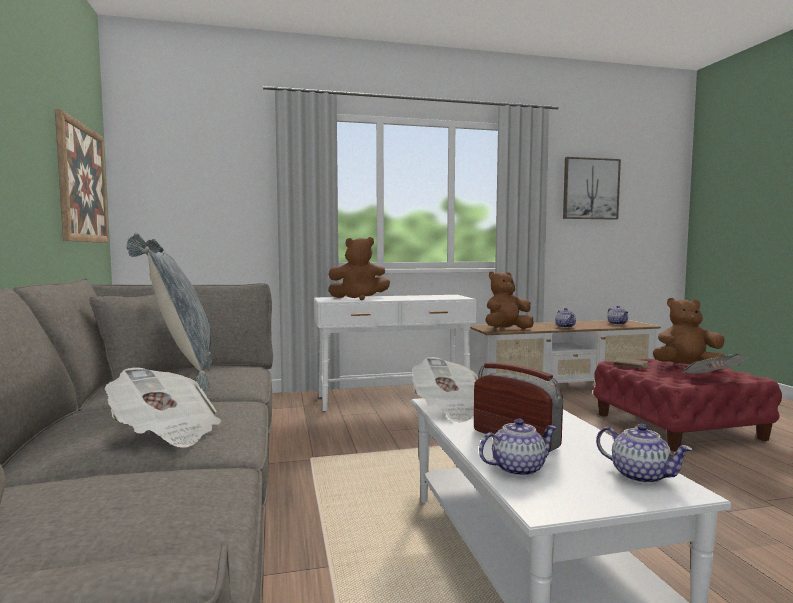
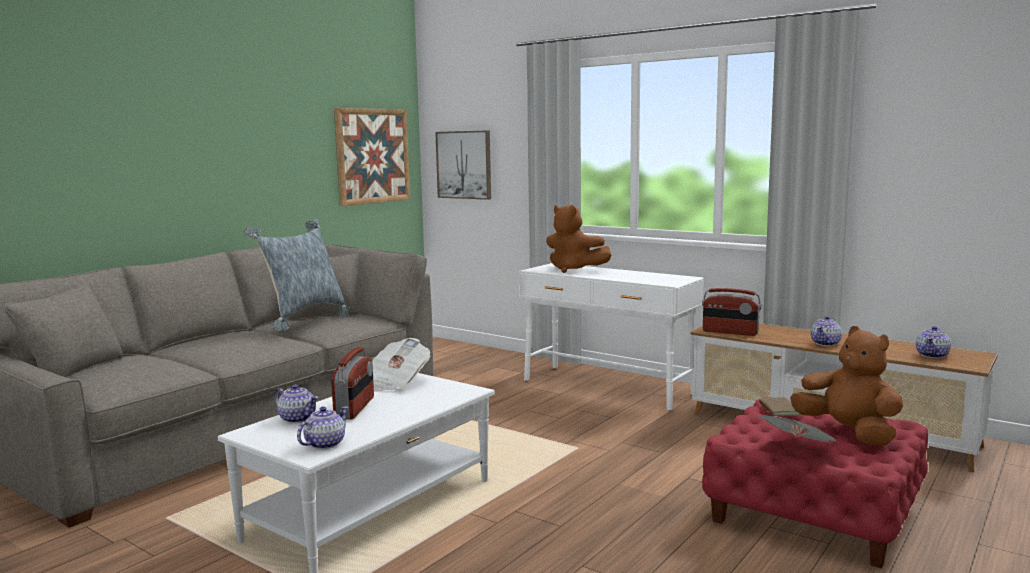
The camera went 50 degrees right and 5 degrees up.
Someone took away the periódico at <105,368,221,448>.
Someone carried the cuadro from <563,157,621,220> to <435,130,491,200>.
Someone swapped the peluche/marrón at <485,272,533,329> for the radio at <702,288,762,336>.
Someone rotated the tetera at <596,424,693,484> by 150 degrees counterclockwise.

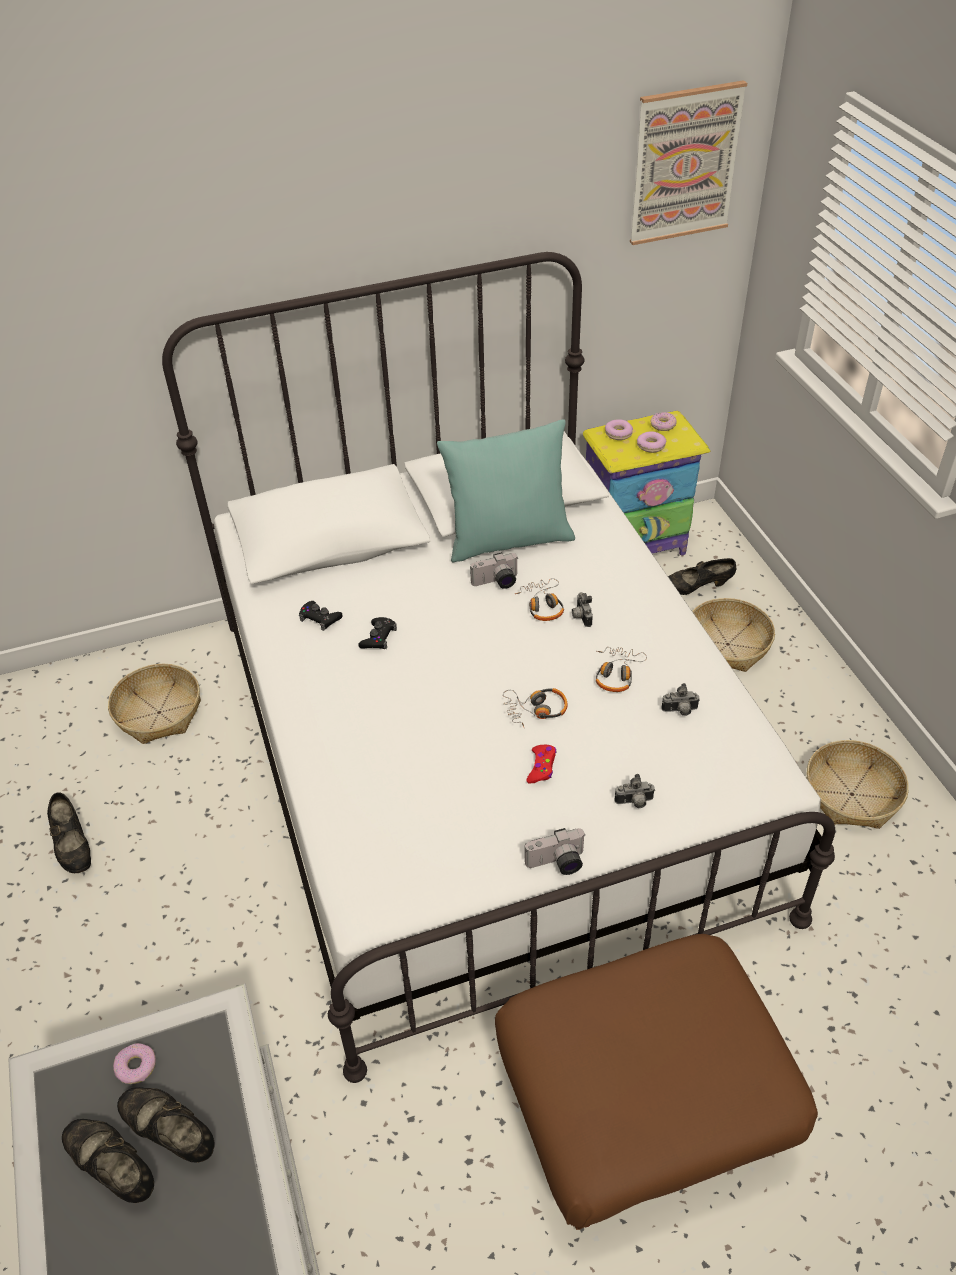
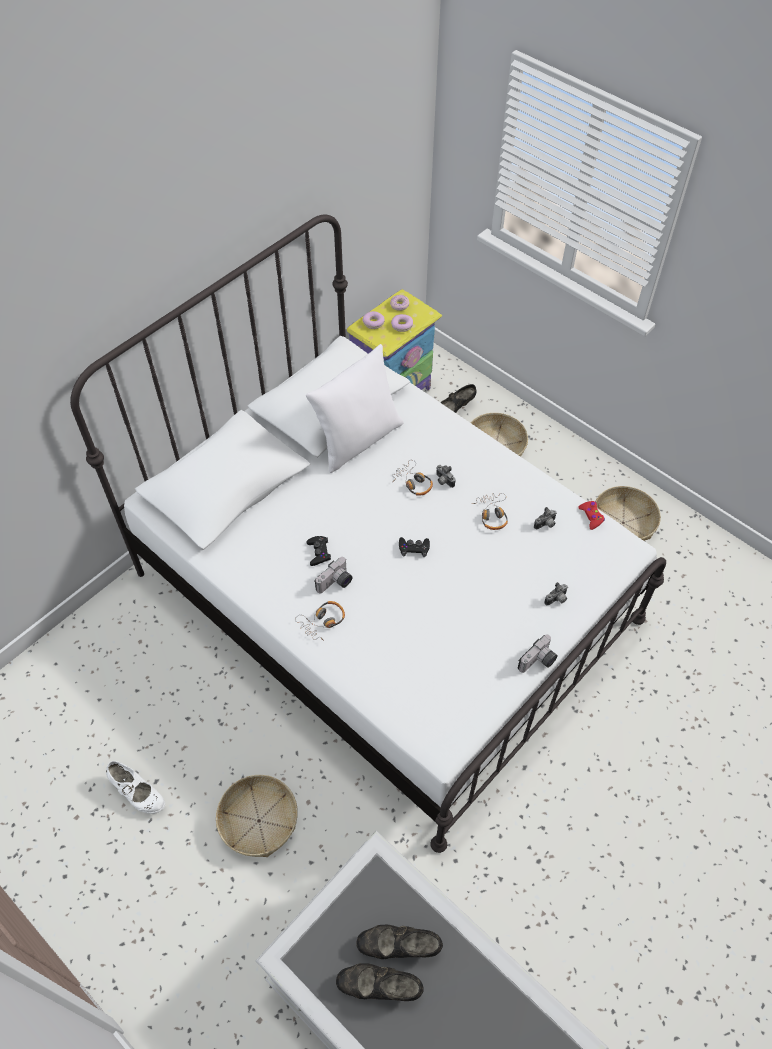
The camera went 30 degrees left and 10 degrees up.
Someone took away the rosquilla at <113,1043,156,1084>.
Someone took away the puf/marrón at <495,934,818,1230>.
Someone took away the cuadro at <630,80,747,245>.
Someone carried the cesta from <108,664,201,744> to <216,775,298,857>.
Someone carried the mando de consola/negro from <299,601,342,631> to <399,537,430,557>.
Someone carried the cámara from <470,552,518,589> to <314,557,353,593>.
Someone carried the auriculares from <503,688,568,727> to <295,601,345,641>.
Someone carried the mando de consola/rojo from <527,745,557,784> to <578,501,605,530>.
Someone repainted the zapato/negro at <47,792,91,873>, which became the zapato/blanco at <106,761,165,814>.
Someone repainted the cojín/turquesa at <437,419,575,562>, which became the cojín/blanco at <306,344,404,473>.

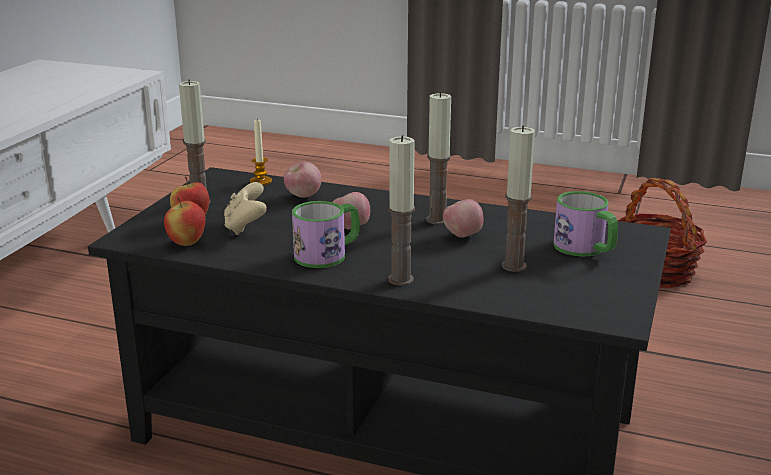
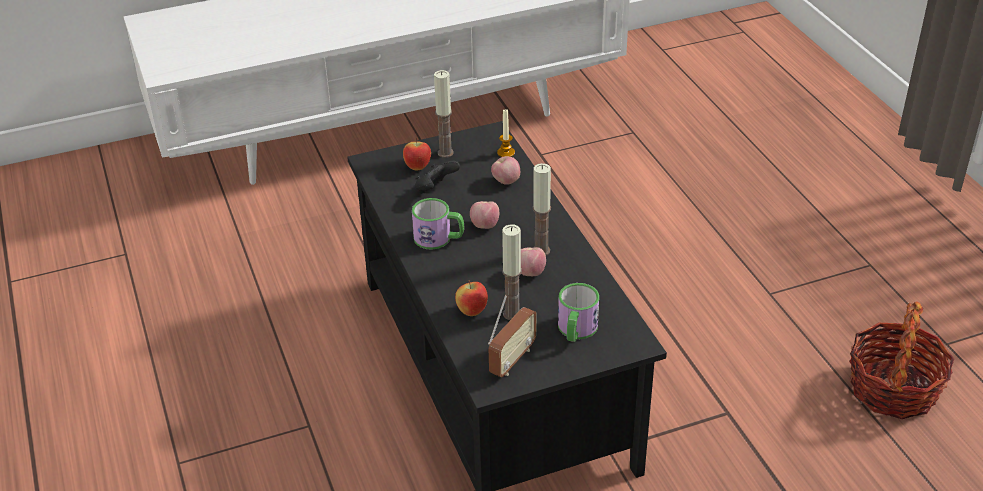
The camera went 50 degrees right and 15 degrees up.
Someone took away the vela at <388,135,415,286>.
Someone put down the radio at <488,295,536,377>.
Someone carried the manzana from <164,197,205,246> to <455,280,488,316>.
Someone repainted the mando de consola/beis at <224,182,267,235>, which became the mando de consola/negro at <415,161,460,194>.

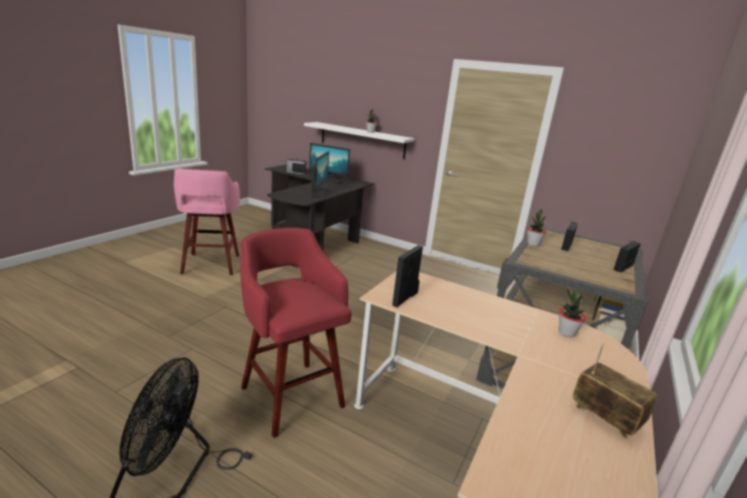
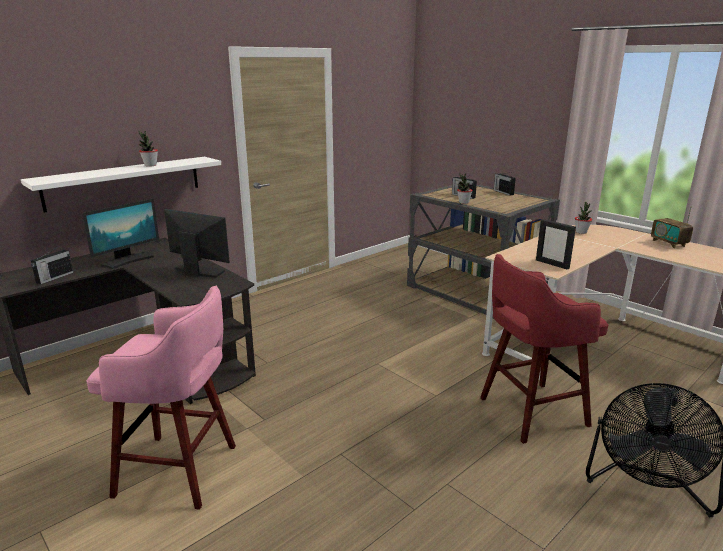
The camera went 70 degrees left and 0 degrees up.
Someone rotated the radio at <573,343,657,439> by 90 degrees counterclockwise.

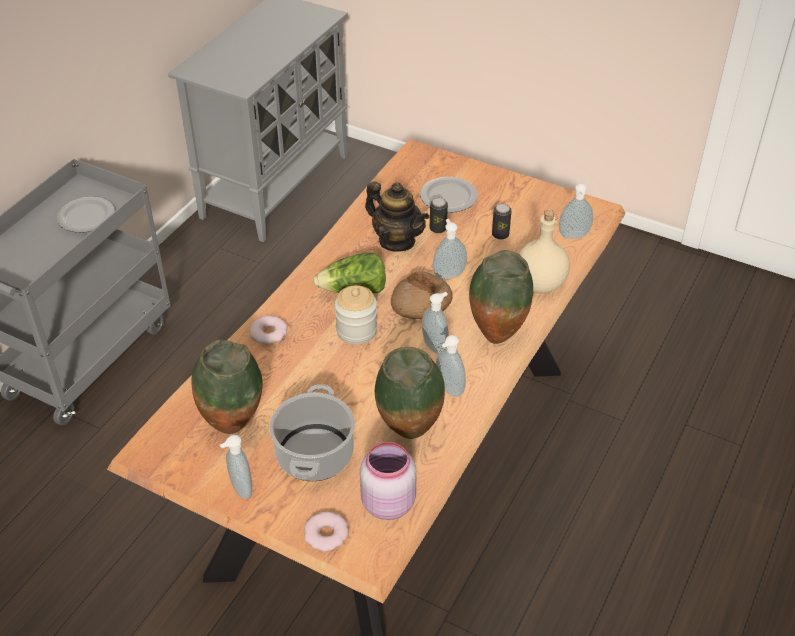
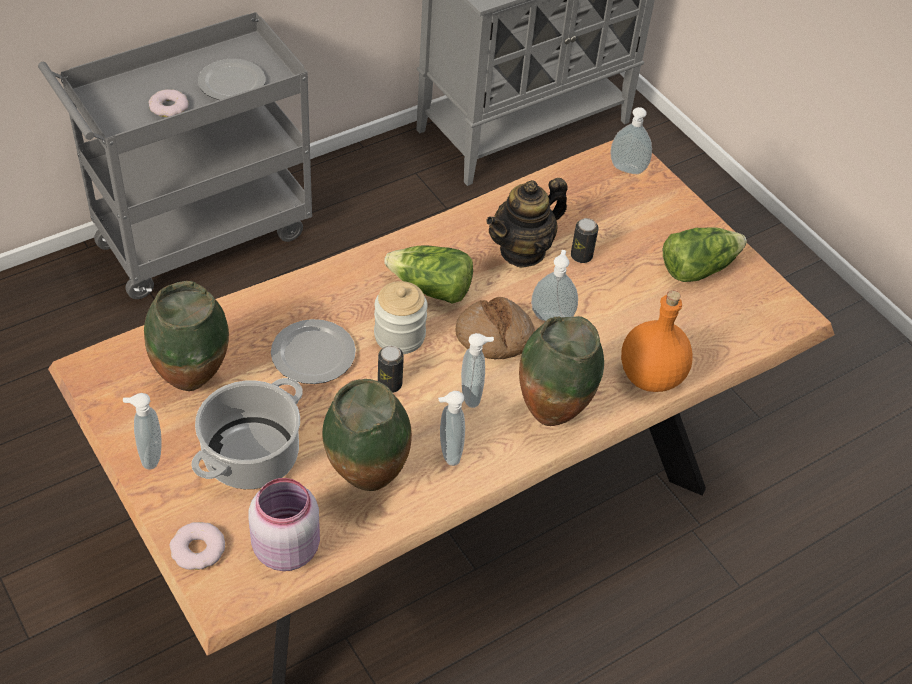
The camera went 25 degrees right and 5 degrees up.
Someone put down the lechuga at <663,227,747,282>.
Someone carried the rosquilla from <250,316,288,344> to <149,89,188,117>.
Someone carried the plato from <420,177,478,213> to <271,319,356,384>.
Someone carried the lata from <492,203,512,240> to <378,346,404,393>.
Someone carried the dispensador de jabón from <559,184,593,239> to <610,107,652,174>.
Someone repainted the botella/beis at <519,210,570,294>, which became the botella/naranja at <621,290,693,392>.
Someone rotated the tetera at <365,182,429,252> by 75 degrees clockwise.

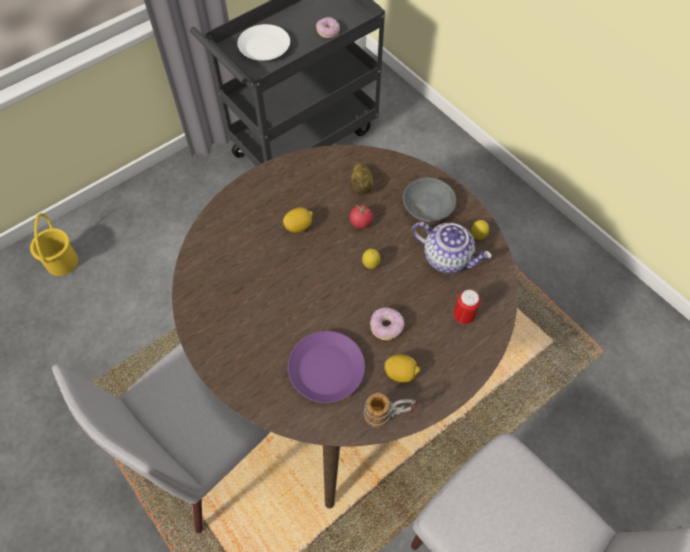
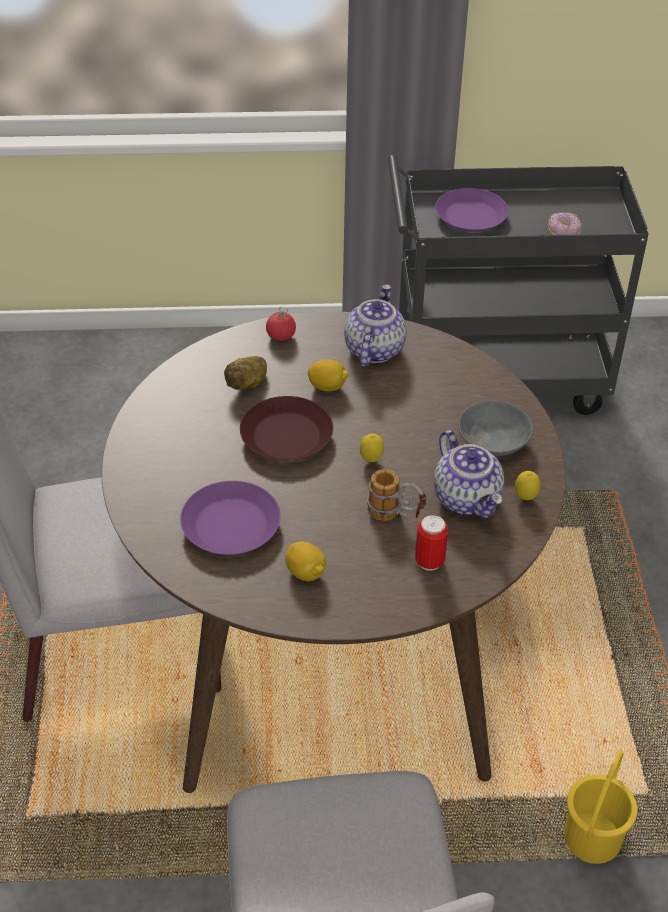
The camera went 35 degrees right and 15 degrees down.
Someone took away the rosquilla at <370,307,405,340>.
Someone put down the plato/marrón at <240,396,333,461>.
Someone put down the tetera at <344,284,406,367>.
Someone carried the cubo/amarillo from <30,213,78,276> to <564,751,637,864>.
Someone carried the tomate from <349,205,373,229> to <266,307,296,341>.
Someone carried the patata from <351,163,373,194> to <224,356,267,390>.
Someone carried the taza grande from <364,393,418,428> to <367,469,426,521>.
Someone repainted the plato/blanco at <238,24,290,61>, which became the plato/morado at <435,188,508,232>.

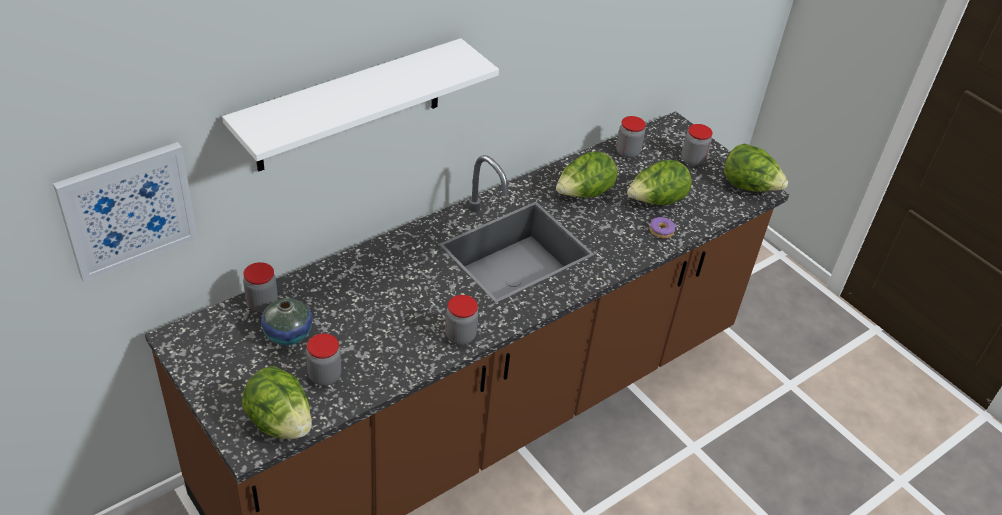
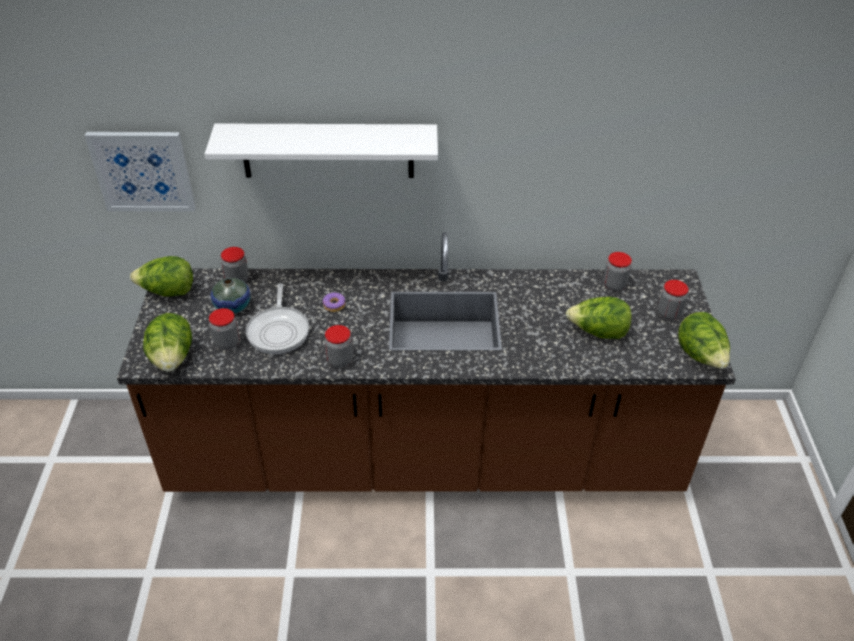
The camera went 40 degrees right and 0 degrees up.
Someone put down the sartén at <246,283,309,354>.
Someone carried the lechuga from <556,151,617,198> to <130,256,193,297>.
Someone carried the rosquilla from <650,217,675,239> to <323,292,346,312>.

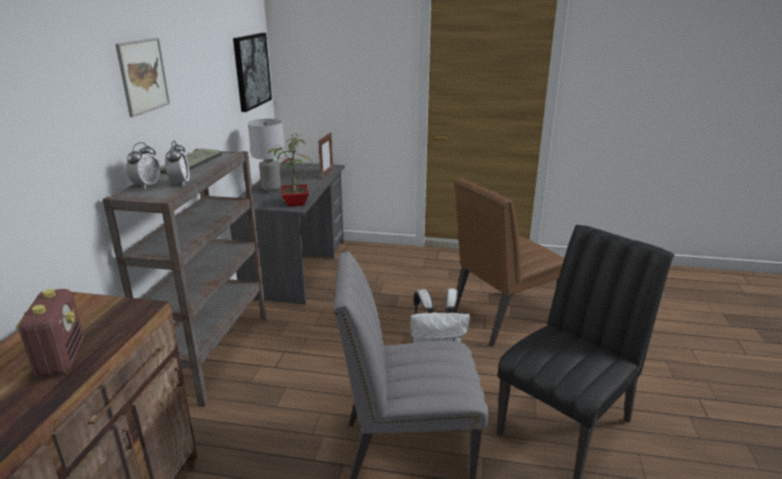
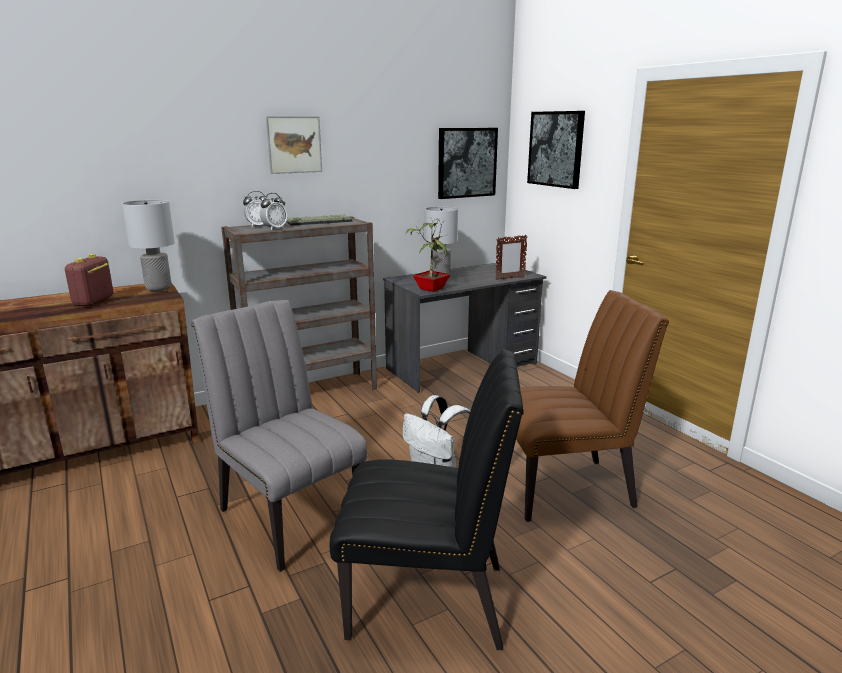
The camera went 50 degrees right and 5 degrees down.
Someone put down the lámpara de mesa/gris at <122,200,175,291>.
Someone put up the cuadro at <527,111,585,189>.
Someone rotated the radio at <16,289,84,377> by 150 degrees clockwise.
Someone rotated the silla/marrón at <452,178,564,347> by 150 degrees clockwise.

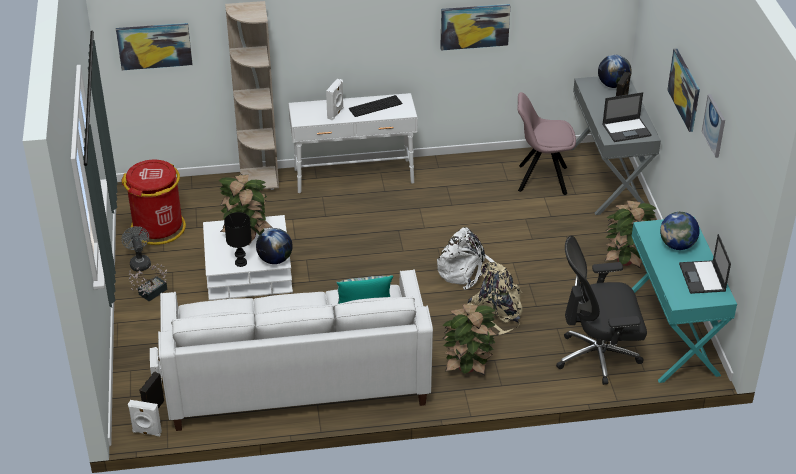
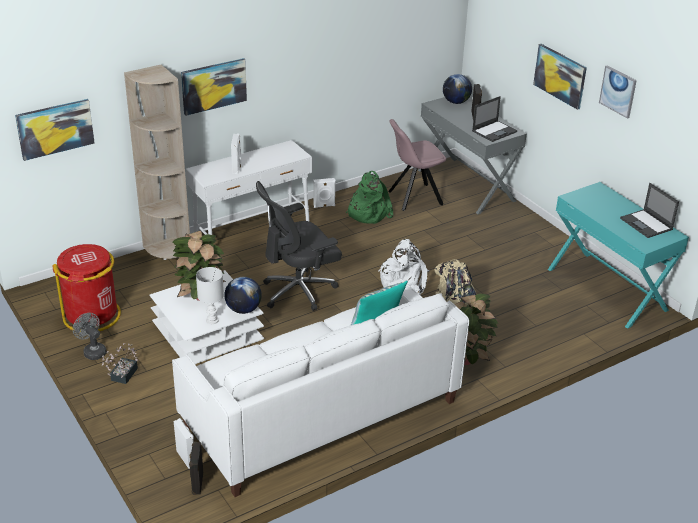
The camera went 25 degrees left and 5 degrees down.
Someone took away the teclado at <349,95,402,117>.
Someone took away the planta en maceta at <605,200,657,268>.
Someone took away the globo terráqueo at <660,212,700,250>.
Someone put down the mochila/verde at <346,171,393,224>.
Someone carried the altavoz/blanco from <128,400,162,436> to <313,178,336,208>.
Someone carried the cuadro from <440,4,510,51> to <181,58,247,116>.
Someone carried the silla de oficina from <556,236,647,385> to <256,181,342,311>.
Someone repainted the lámpara de mesa/negro at <224,212,252,267>, which became the lámpara de mesa/blanco at <196,267,224,324>.

